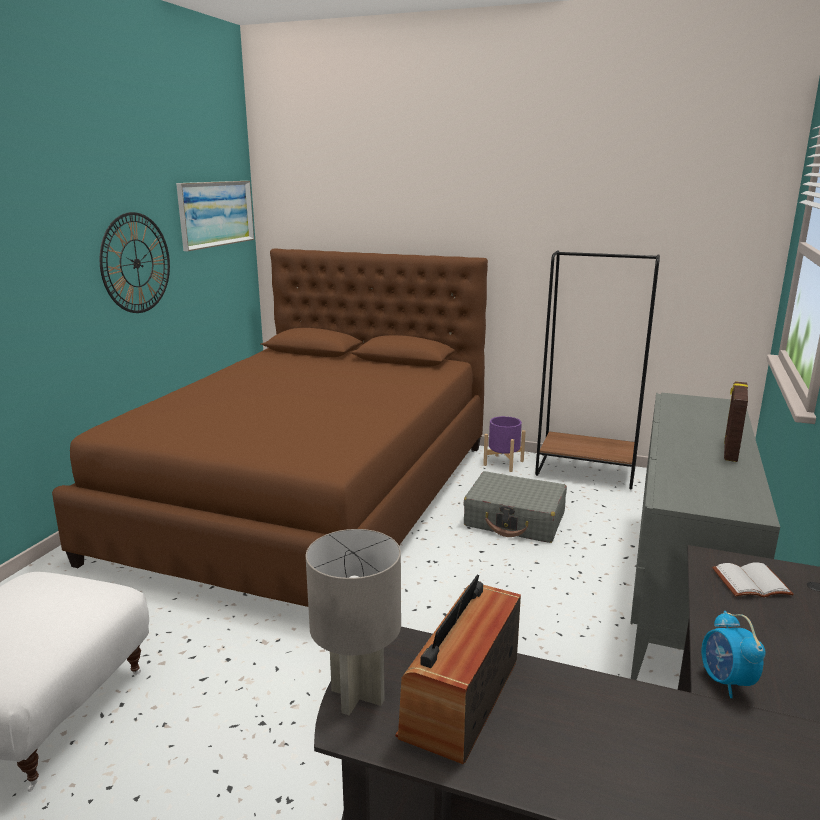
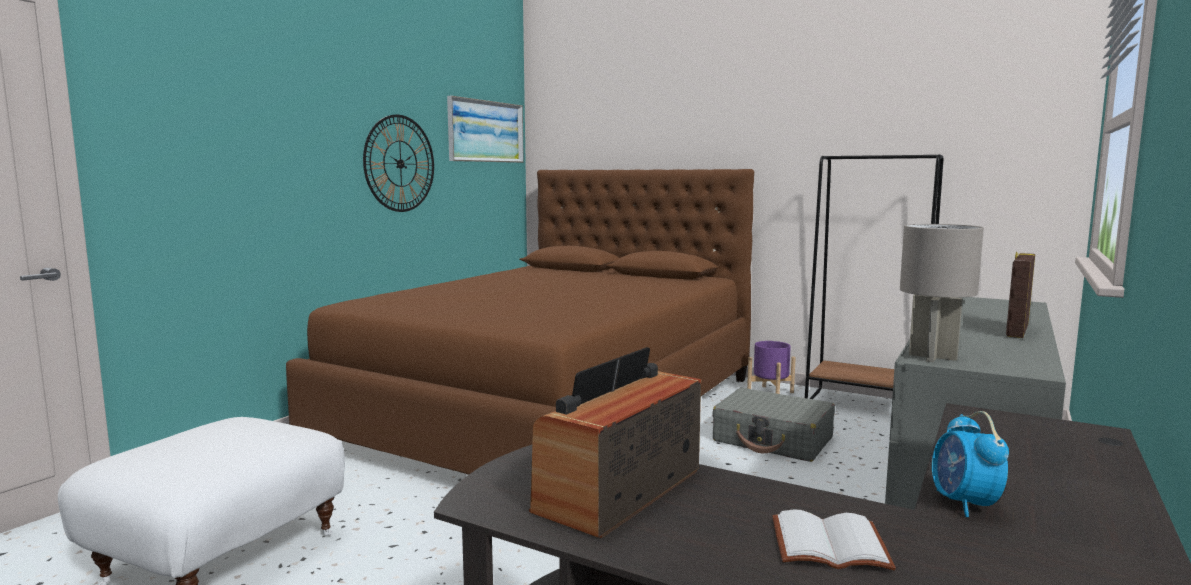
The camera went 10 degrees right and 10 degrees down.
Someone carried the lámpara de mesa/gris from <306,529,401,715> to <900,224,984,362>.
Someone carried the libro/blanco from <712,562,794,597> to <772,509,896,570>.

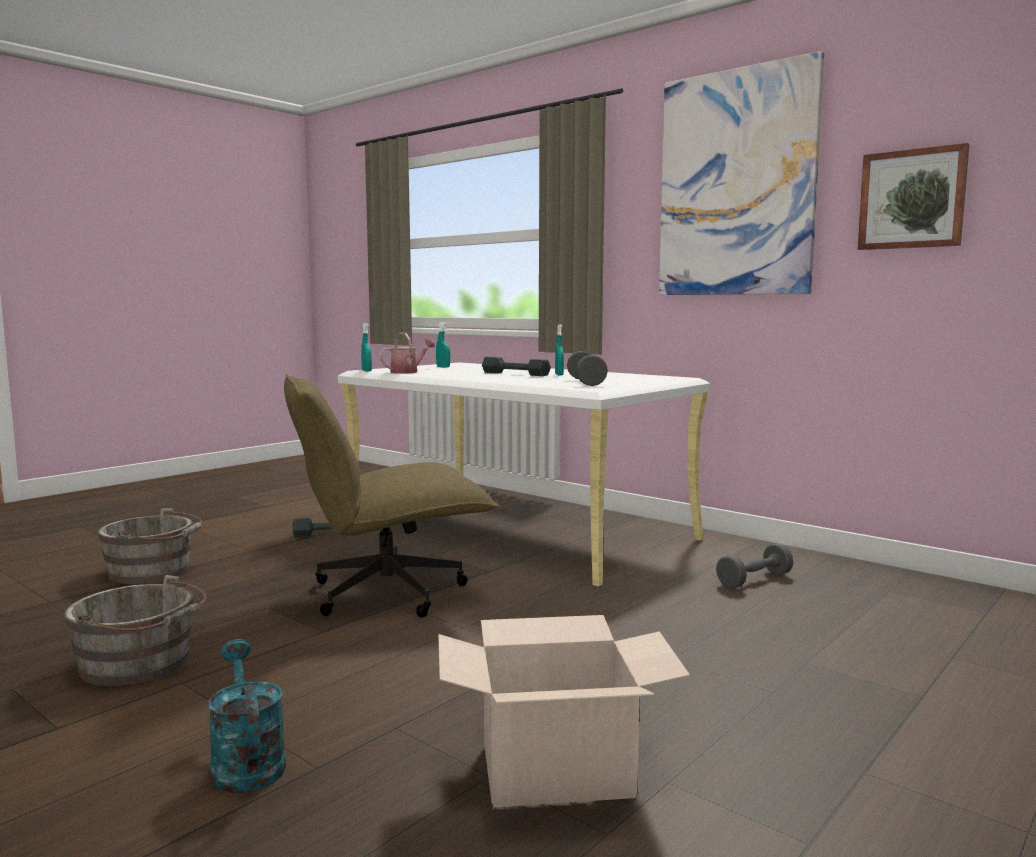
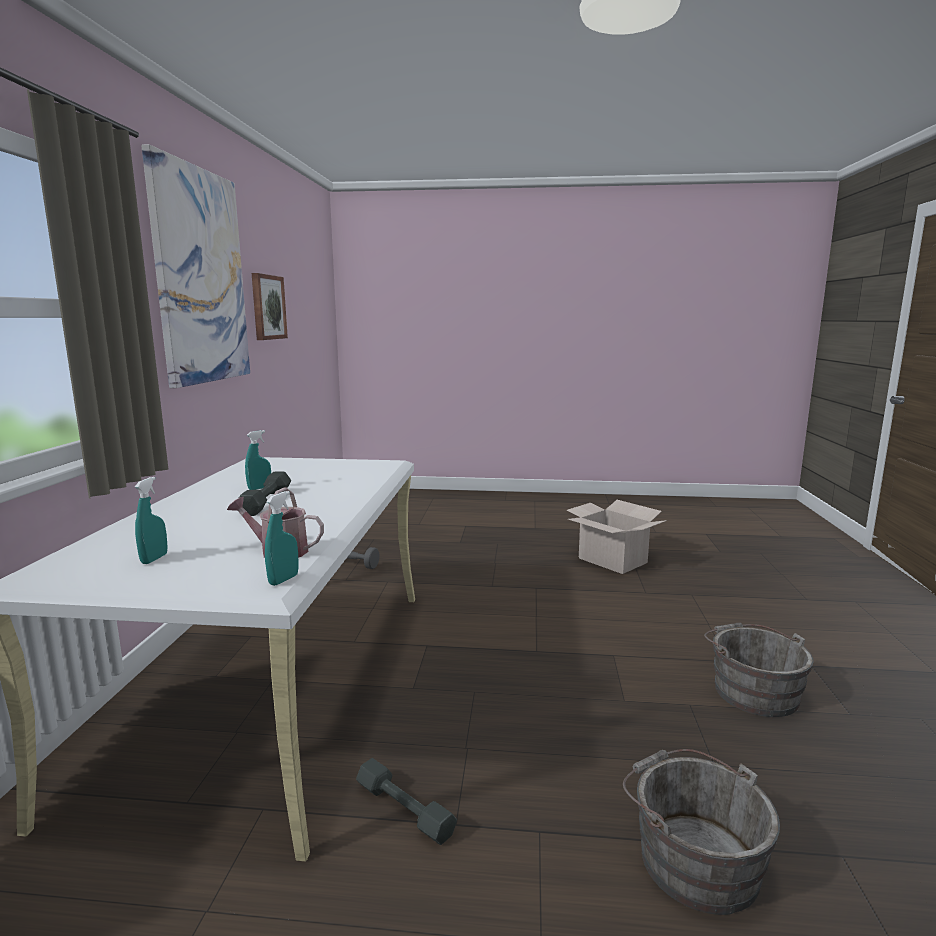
The camera went 125 degrees left and 5 degrees up.
Someone took away the regadera/turquesa at <208,639,286,793>.
Someone took away the silla de oficina/beis at <284,374,500,618>.
Someone took away the mancuerna/gris at <567,351,608,386>.

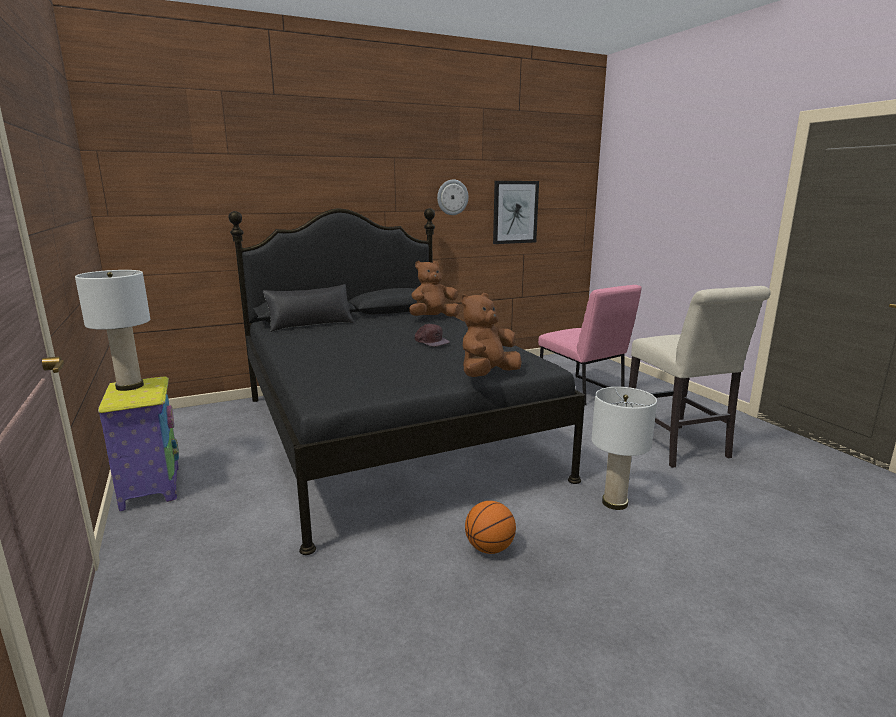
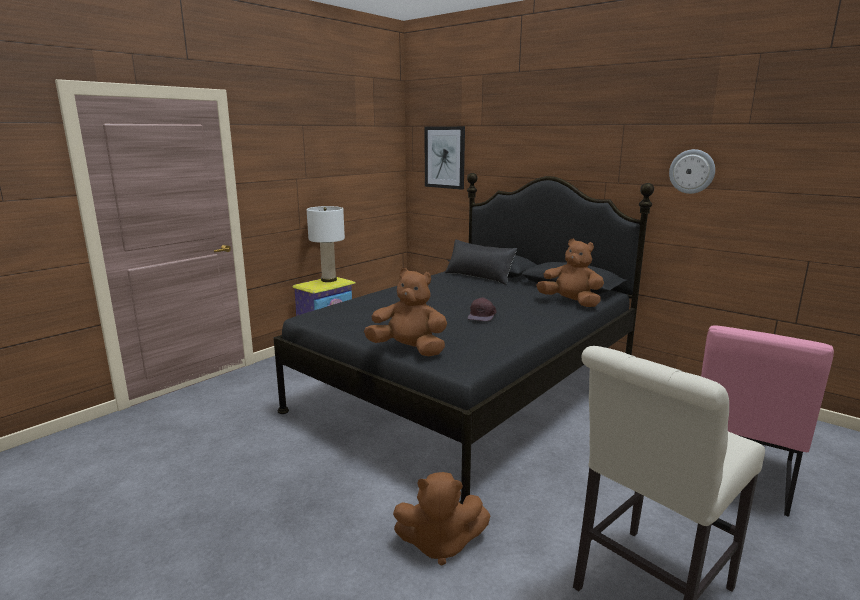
The camera went 65 degrees right and 0 degrees up.
Someone took away the balón de baloncesto at <465,501,516,554>.
Someone carried the cuadro from <493,181,539,244> to <425,126,465,190>.
Someone swapped the lámpara de mesa/blanco at <591,387,657,510> for the peluche/marrón at <393,472,490,566>.

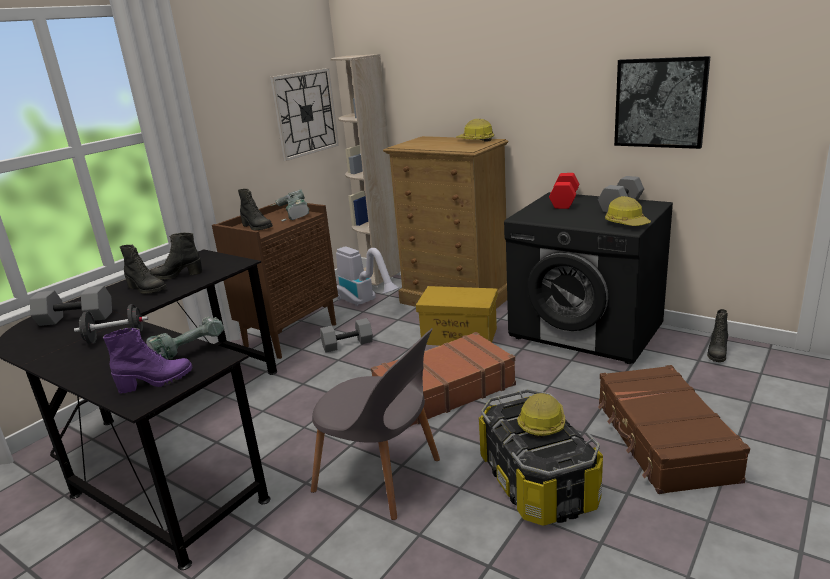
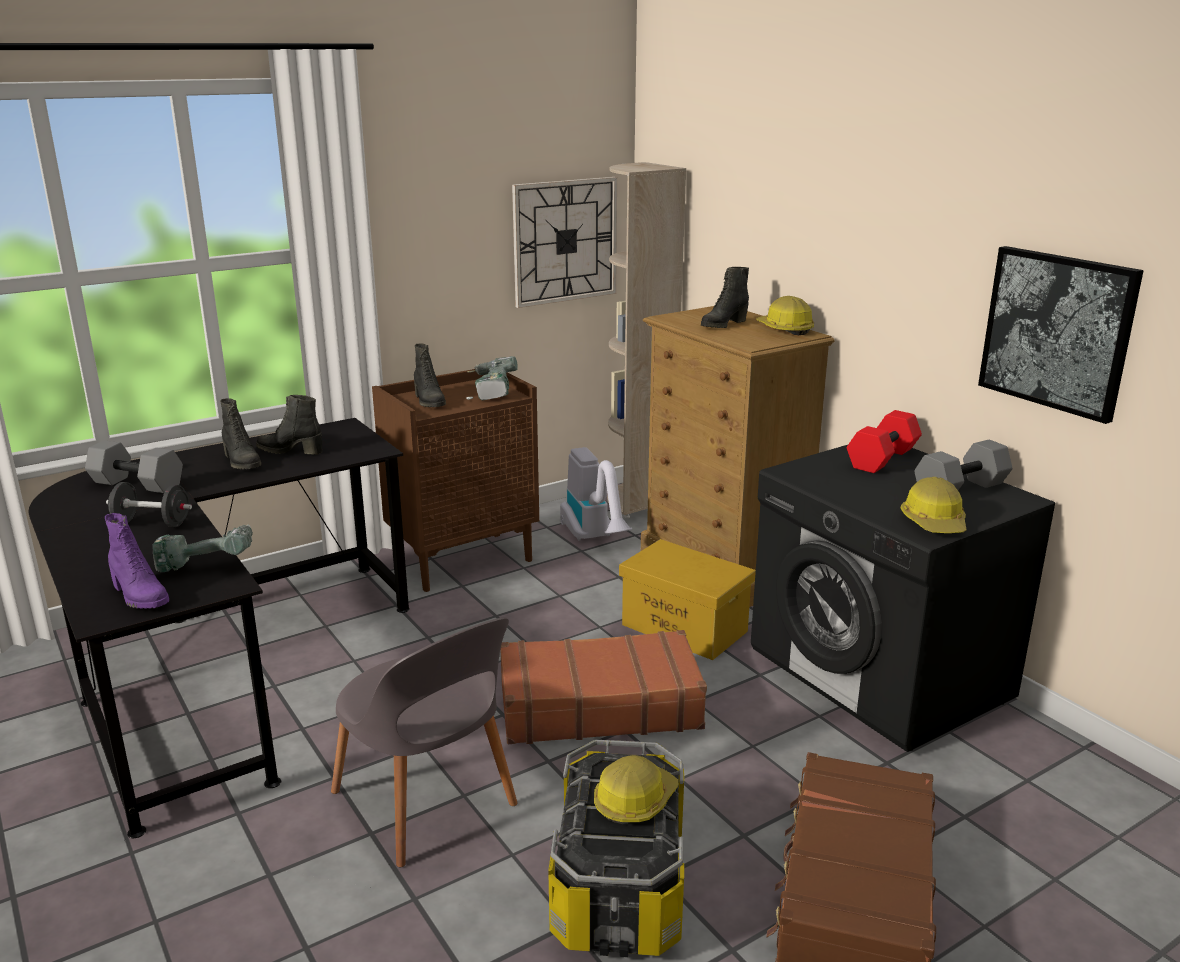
The camera went 20 degrees right and 0 degrees up.
Someone took away the mancuerna/gris at <320,318,373,352>.
Someone carried the bota/negro from <707,309,728,362> to <701,267,749,328>.
Someone rotated the bota/morado at <103,328,192,393> by 45 degrees clockwise.

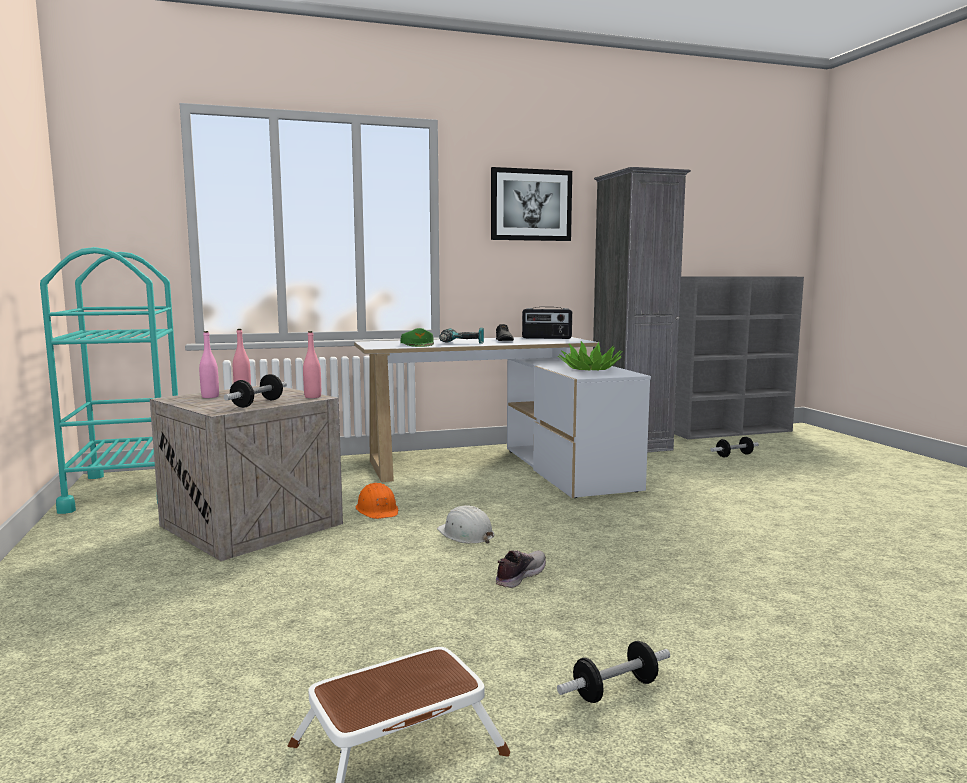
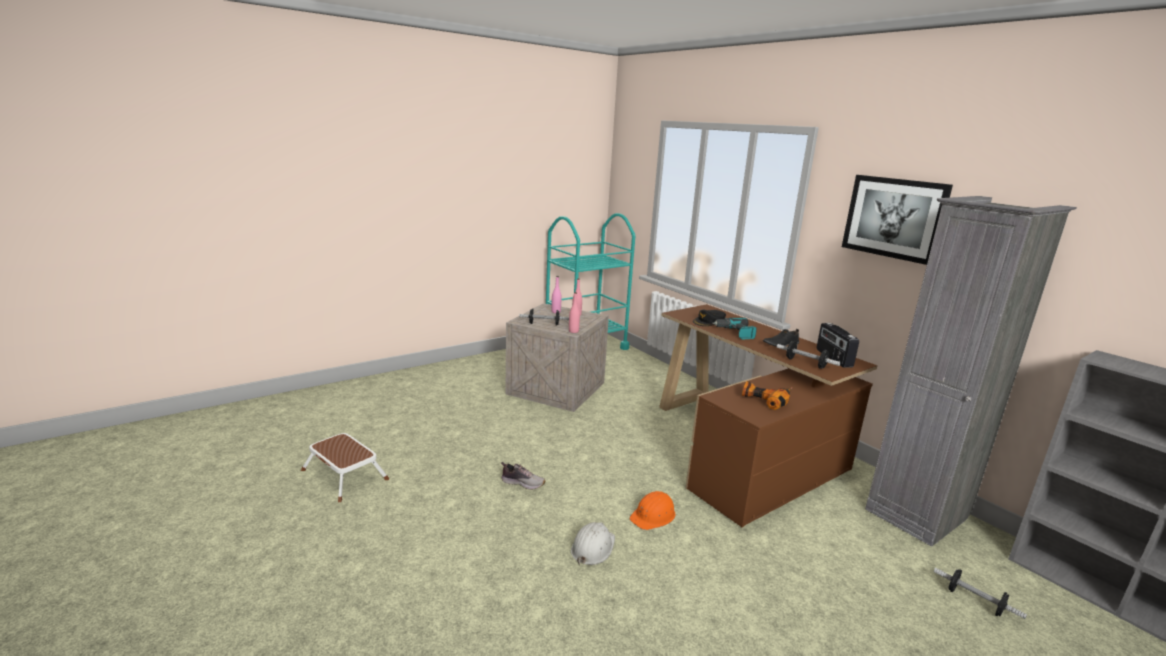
The camera went 70 degrees right and 10 degrees up.
Someone carried the casco/naranja from <356,483,398,519> to <630,491,676,530>.
Someone carried the casco/blanco from <437,505,494,543> to <571,522,615,565>.
Someone carried the mancuerna from <557,641,670,703> to <777,341,840,369>.
Someone swapped the planta en maceta at <558,341,623,370> for the taladro at <742,381,792,410>.
Someone repainted the escritorio/blanco at <354,337,651,498>, which became the escritorio/marrón at <659,304,877,527>.
Someone repainted the gorra/verde at <401,328,434,347>, which became the gorra/negro at <693,310,726,326>.

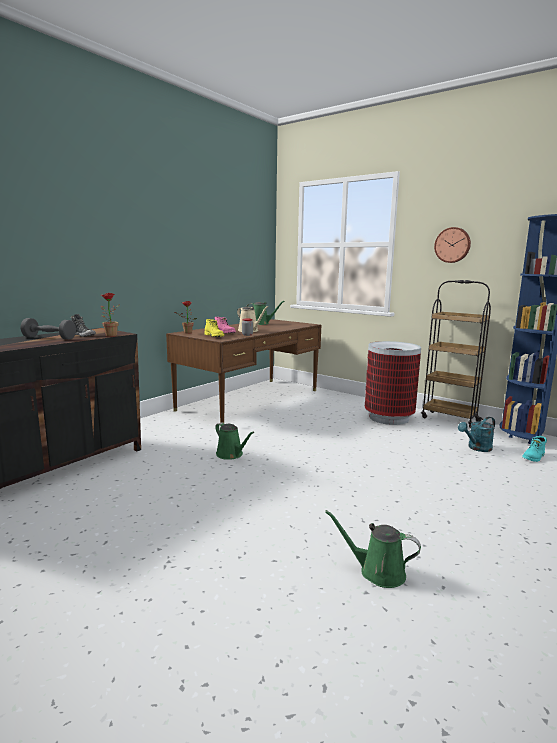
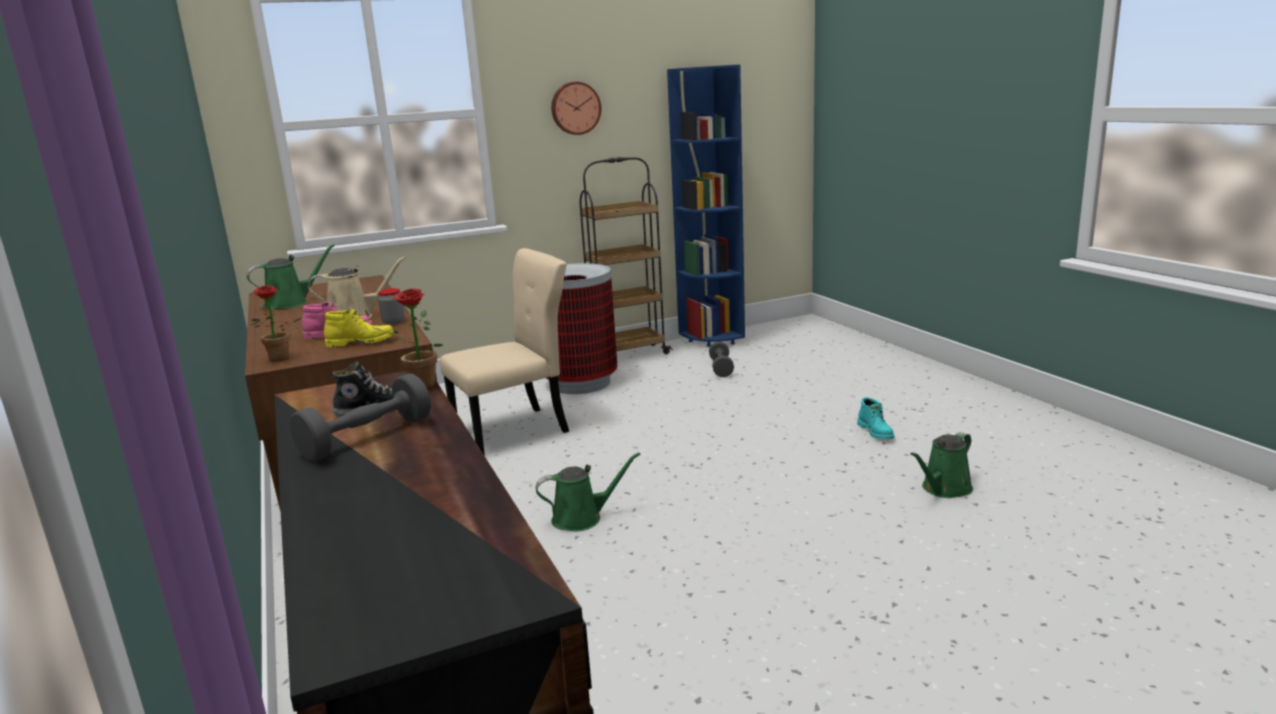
The camera went 60 degrees left and 5 degrees up.
Someone put down the silla/beis at <440,248,569,455>.
Someone carried the bota/turquesa from <522,436,547,462> to <857,397,895,439>.
Someone swapped the regadera/turquesa at <458,417,495,452> for the mancuerna/gris at <709,341,734,377>.

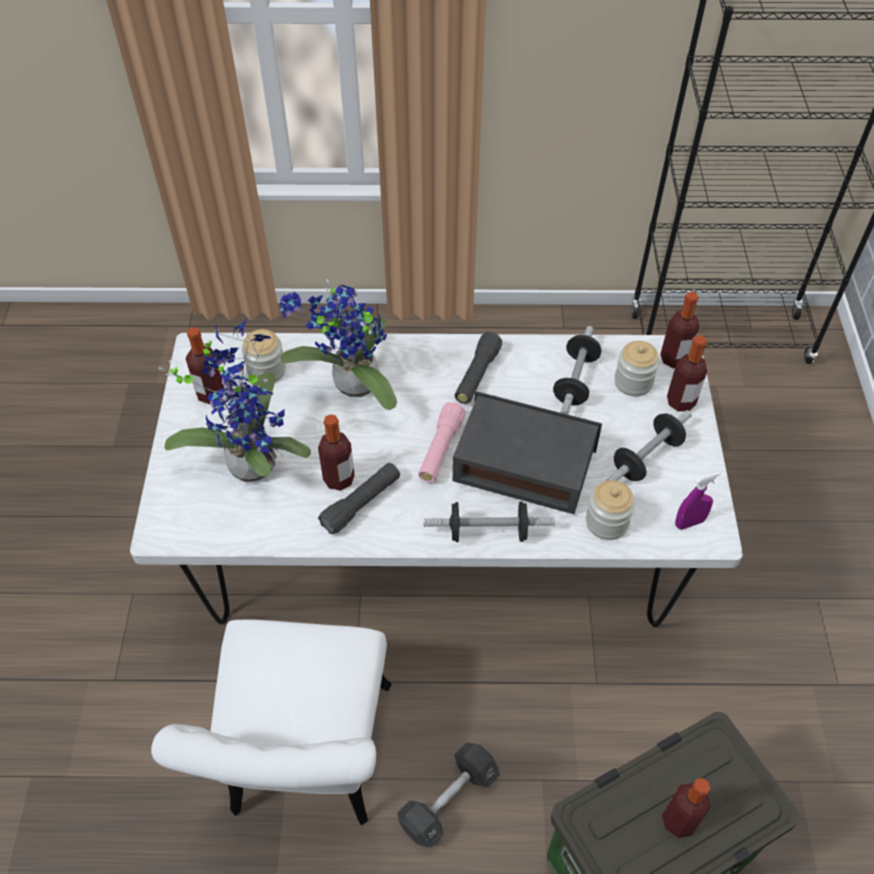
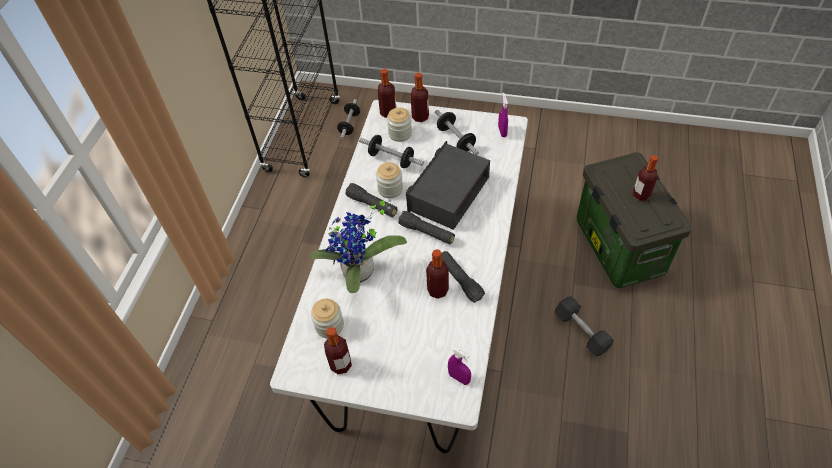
The camera went 75 degrees left and 0 degrees up.
Someone took away the silla/blanco at <151,619,392,825>.
Someone took away the planta en maceta at <159,318,311,482>.
Someone put down the pulverizador/morado at <448,347,471,385>.
Someone carried the mancuerna from <424,502,555,542> to <337,99,360,139>.
Someone carried the tarro from <586,480,635,540> to <376,162,403,198>.
Someone repainted the linterna/rosa at <418,402,465,483>, which became the linterna/negro at <398,211,455,244>.

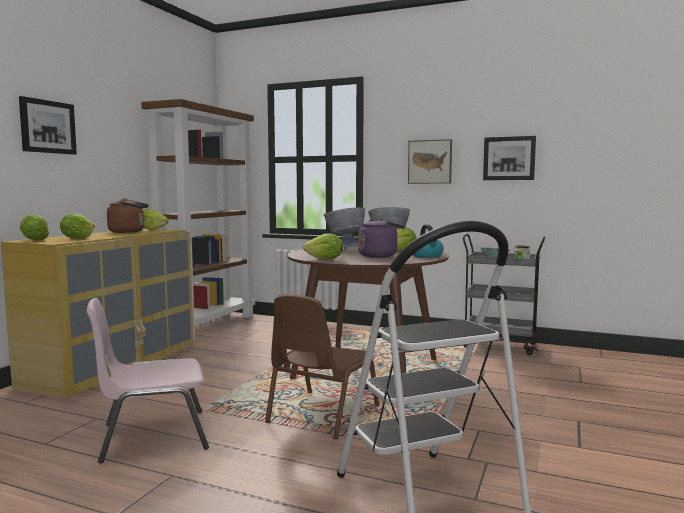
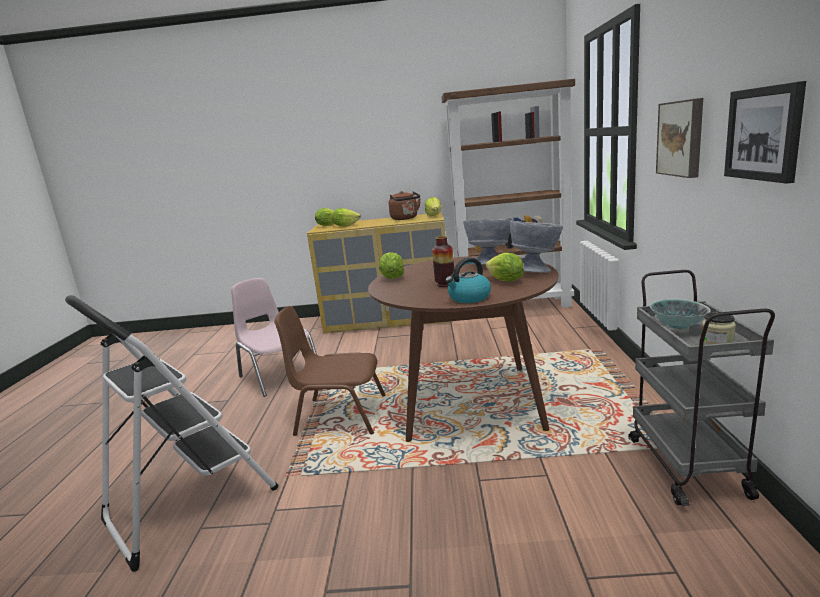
The camera went 70 degrees right and 10 degrees up.
Someone took away the cuadro at <19,96,77,155>.
Someone swapped the hervidor/morado at <358,218,405,257> for the florero at <432,236,454,287>.

